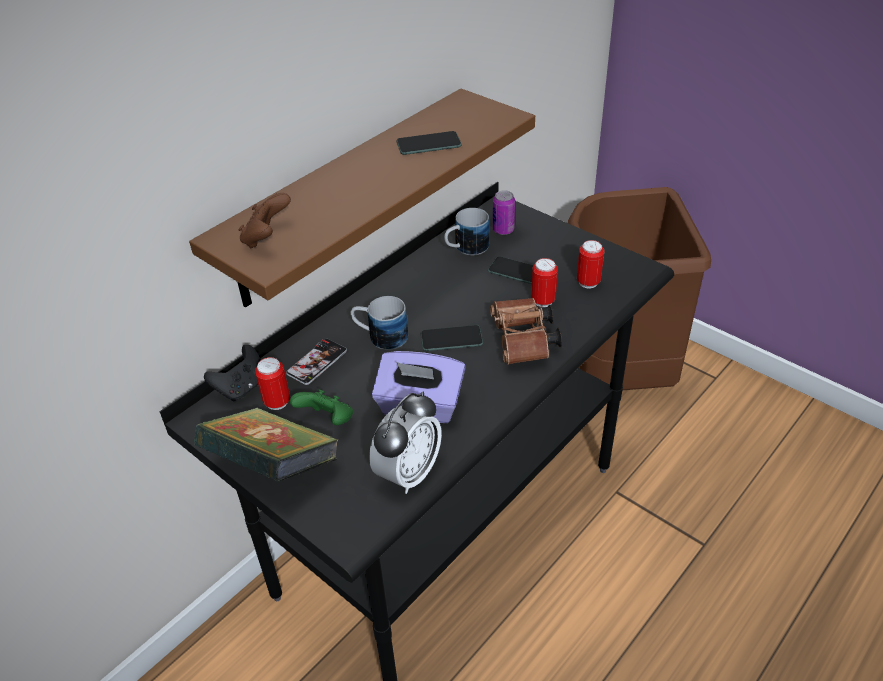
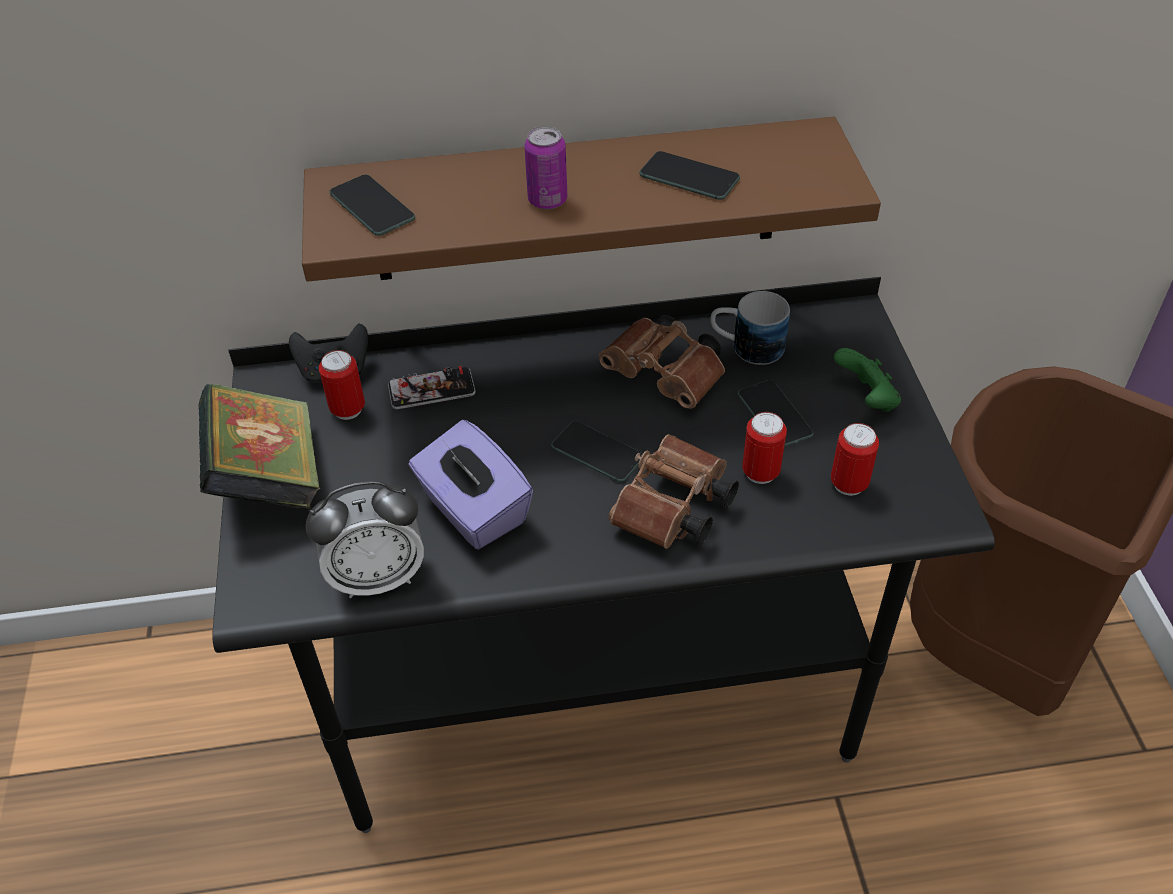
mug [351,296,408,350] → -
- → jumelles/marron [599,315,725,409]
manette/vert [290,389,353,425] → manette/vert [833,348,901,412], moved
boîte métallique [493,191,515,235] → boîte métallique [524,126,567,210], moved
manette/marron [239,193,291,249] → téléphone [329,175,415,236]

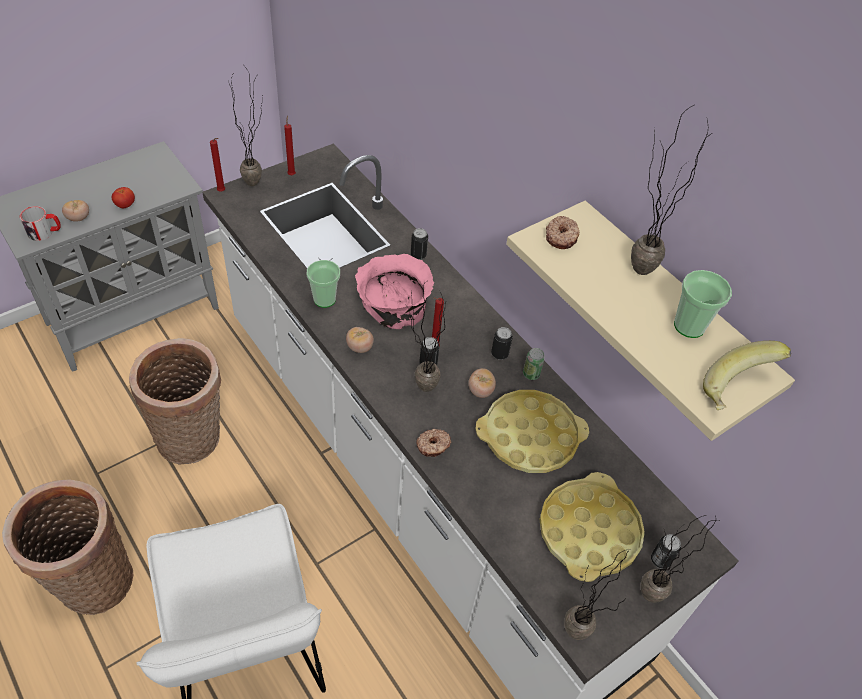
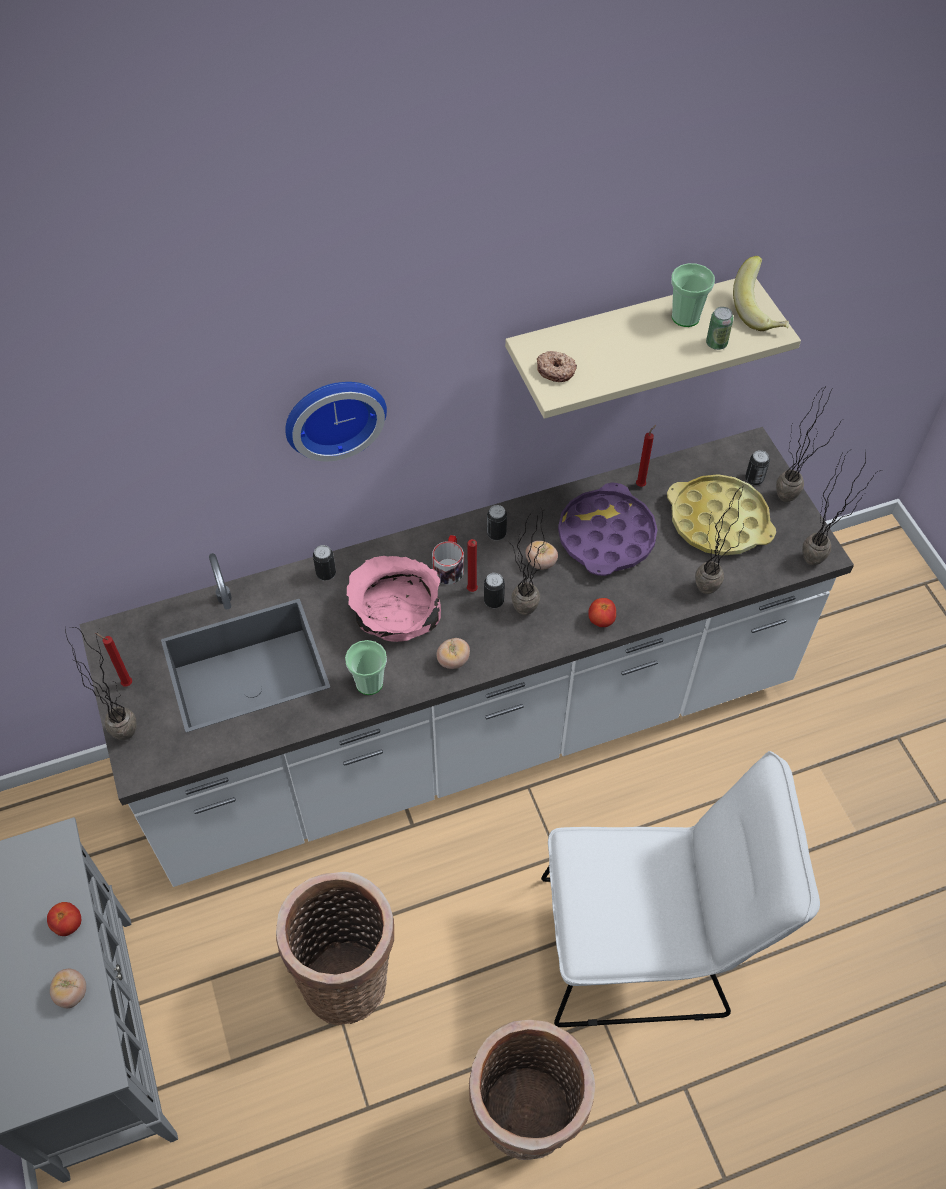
- → horloge murale [285,382,387,461]
mug [20,206,61,241] → mug [432,535,464,584], moved
bougie/rouge [210,138,225,192] → bougie/rouge [636,425,656,487], moved
boîte métallique [523,348,545,380] → boîte métallique [706,307,734,350], moved
plante en pot [631,105,712,275] → plante en pot [695,487,744,594], moved
beignet [416,429,451,457] → tomate [588,598,616,627]
plateau/jaune [475,390,589,473] → plateau/violet [558,482,658,576]

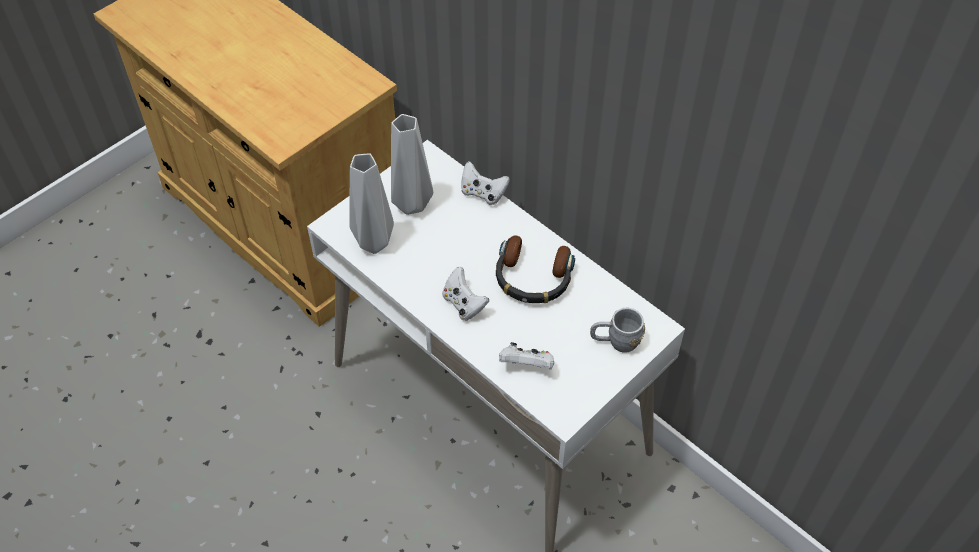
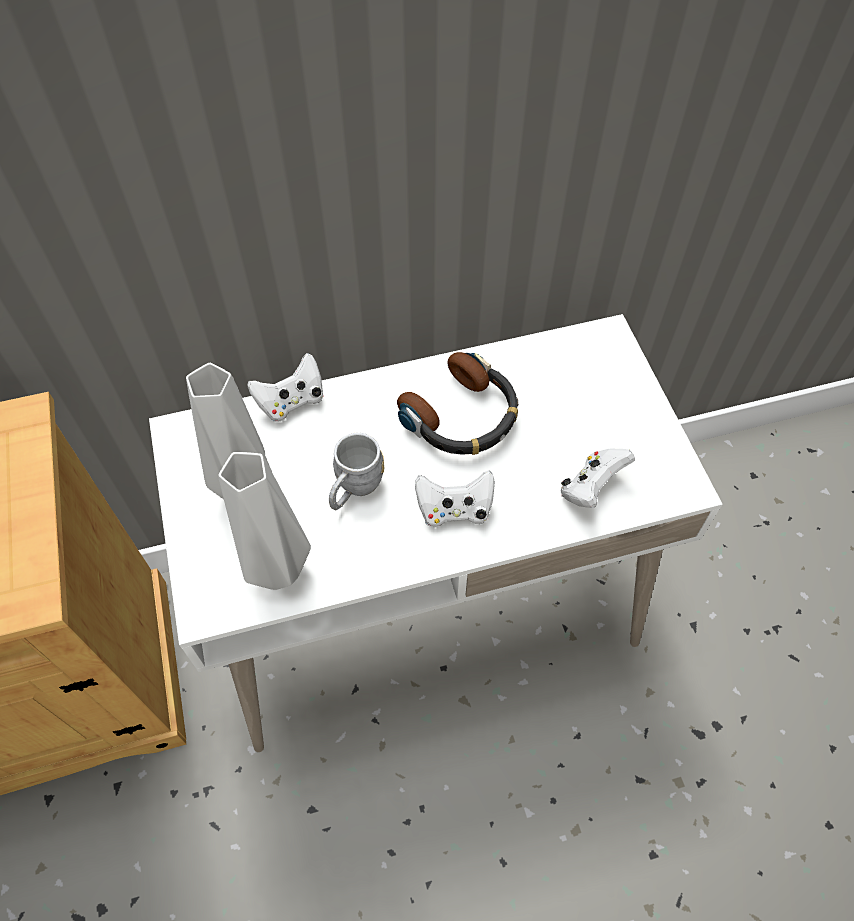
mug/gris [590,308,645,353] → mug/gris [329,433,384,510], moved

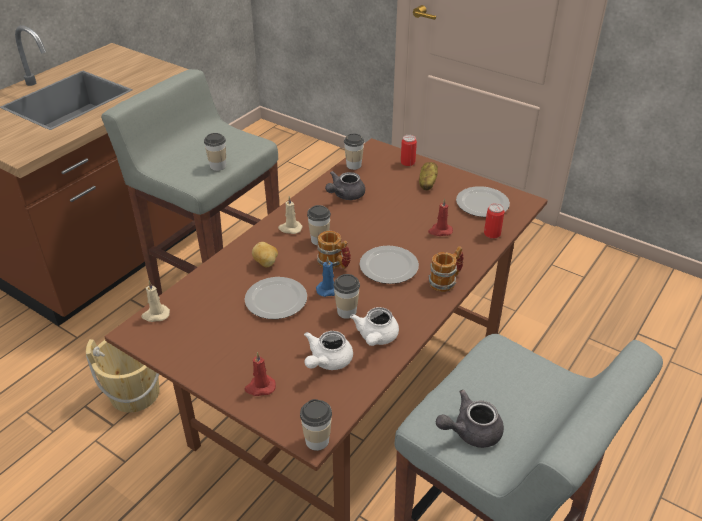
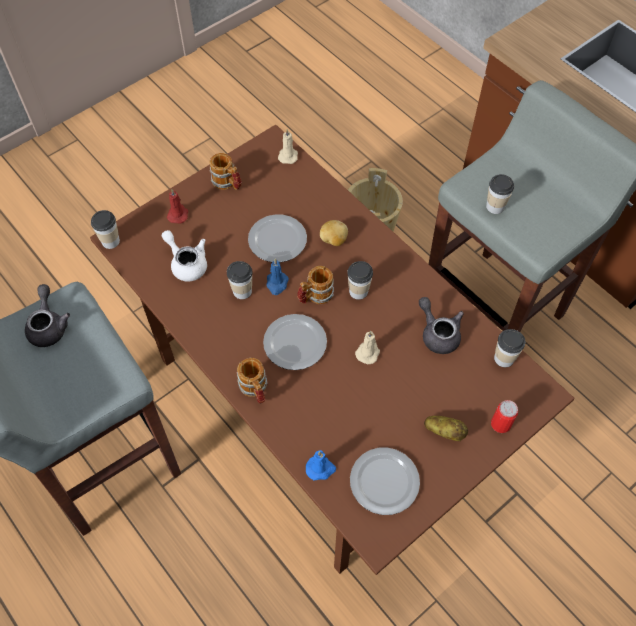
théière/blanc [350,307,399,346] → -
bougie/rouge [428,198,453,236] → -
- → mug [209,153,242,190]
bougie/beige [278,196,303,234] → bougie/beige [355,331,380,364], moved
boîte métallique [484,203,505,239] → bougie/bleu [306,450,336,481]

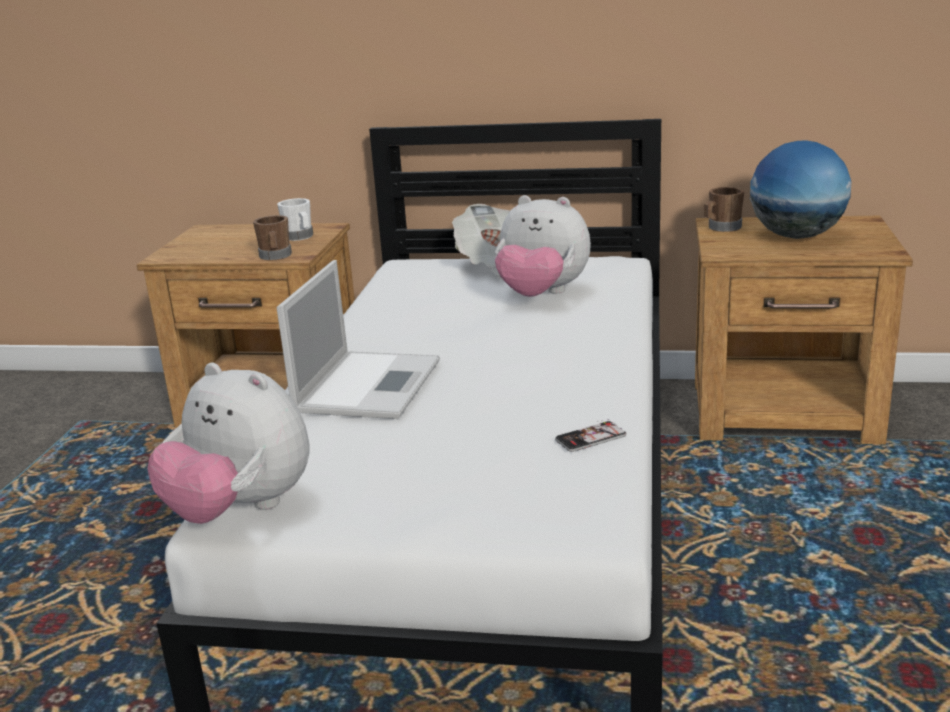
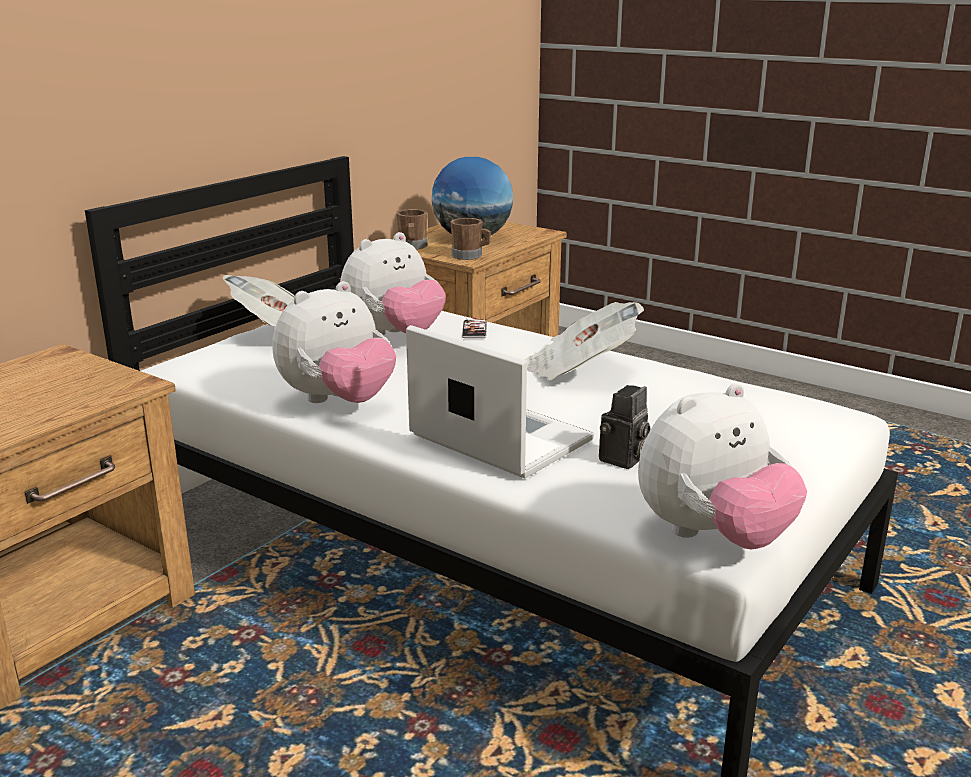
mug/blanc [277,198,313,241] → -
- → peluche [272,281,396,403]
- → journal [524,302,644,381]
- → appareil photo [599,385,650,469]
mug/marron [253,215,292,261] → mug/marron [450,218,491,260], moved
téléphone [555,419,627,452] → téléphone [462,318,487,338], moved

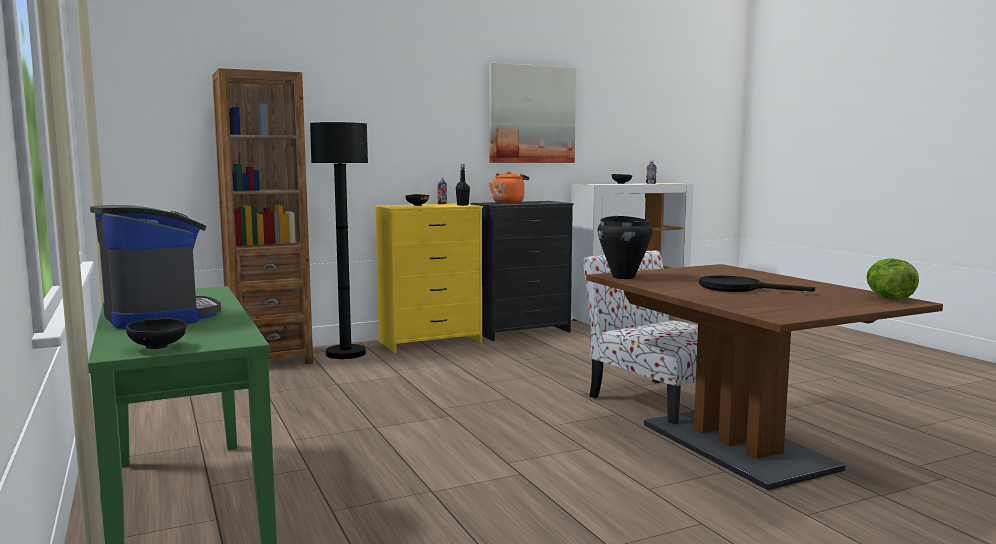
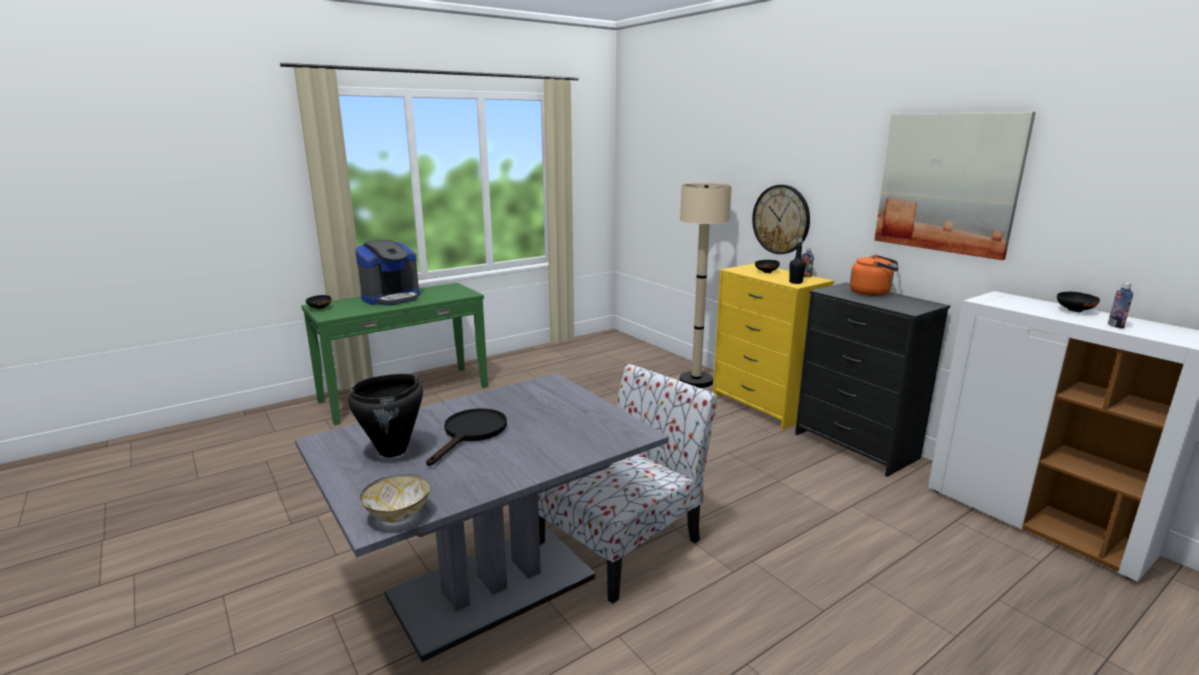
bibliothèque/marron [212,68,313,364] → -
- → horloge murale [752,185,810,254]
marmite/noir [597,216,653,279] → marmite/noir [348,374,423,457], moved
laitue [866,258,919,300] → bol [360,474,431,523]
lampadaire/noir [310,122,368,359] → lampadaire/beige [679,183,732,388]
table à manger/marron [586,264,943,490] → table à manger/gris [295,373,669,662]

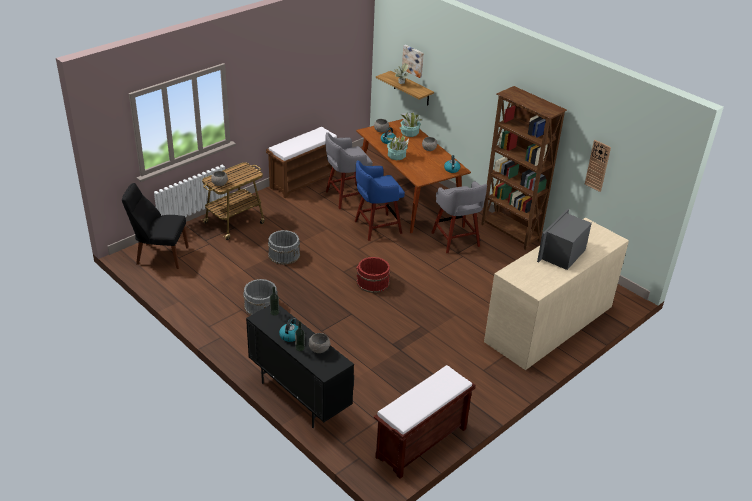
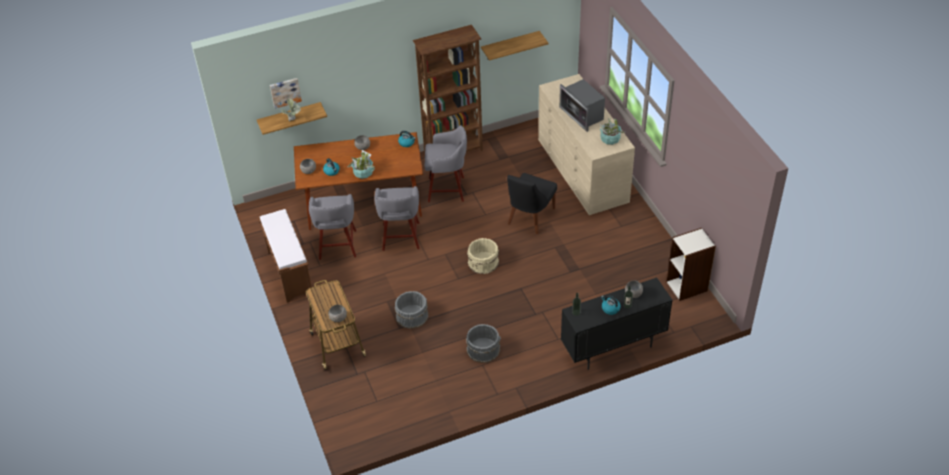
chaise/noir [122,183,189,269] → chaise/noir [507,173,557,234], moved
plante en pot [400,112,423,137] → plante en pot [600,117,625,145], moved
banc/marron [374,365,475,479] → bibliothèque [667,228,716,301]
horloge murale [585,140,611,192] → étagère [481,31,549,61]
tabouret/bleu [355,160,405,241] → tabouret/gris [374,186,420,251]
seau/rouge [357,257,390,293] → seau/beige [467,238,499,274]

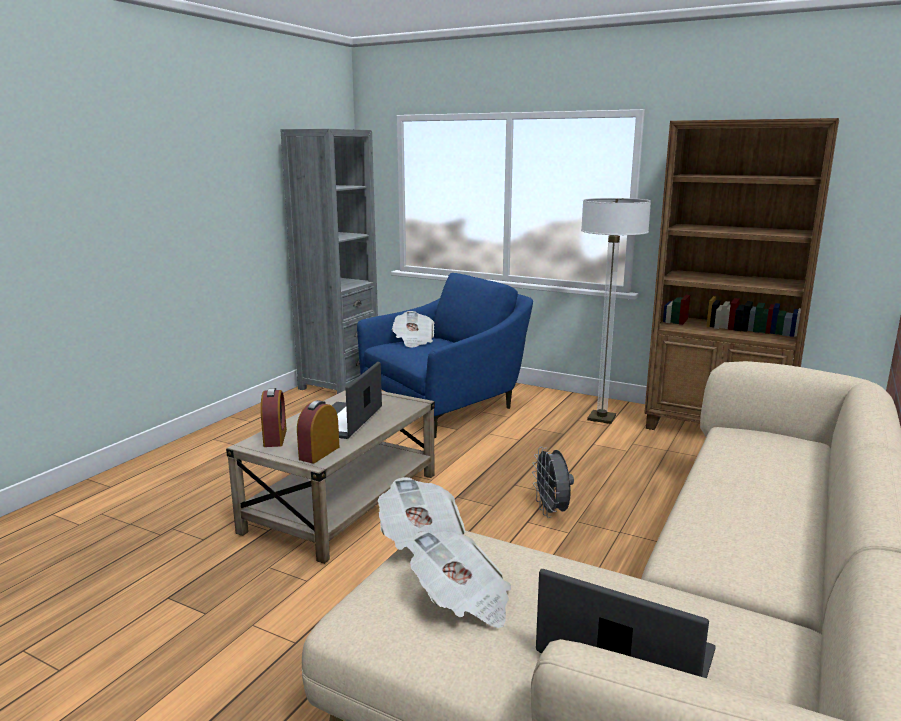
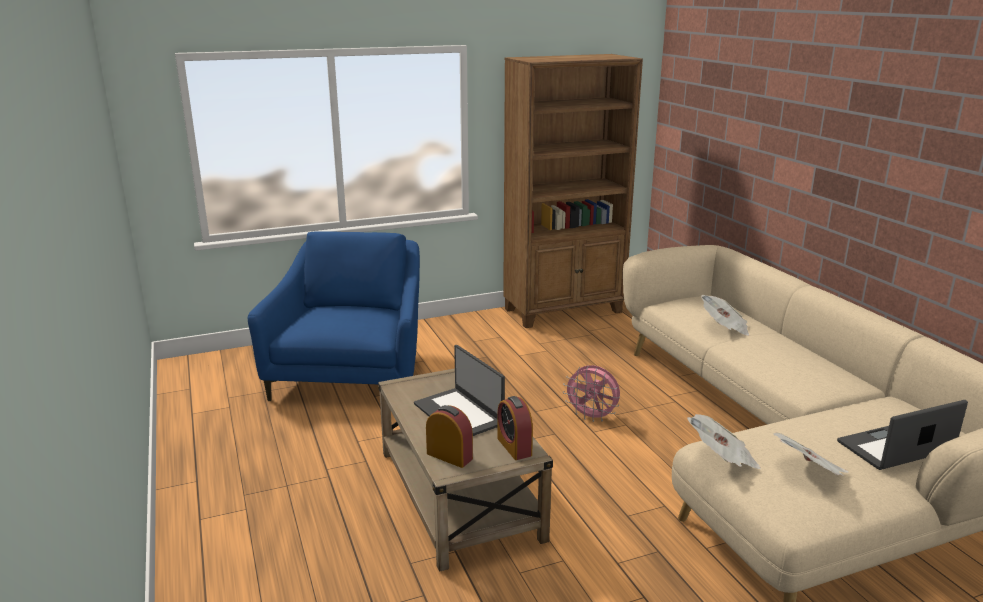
bibliothèque/gris [281,129,378,394] → -
lampadaire [581,198,651,424] → -
journal [392,311,434,348] → journal [701,295,749,336], moved
ventilateur/gris [532,447,574,518] → ventilateur/rose [563,365,620,422]

